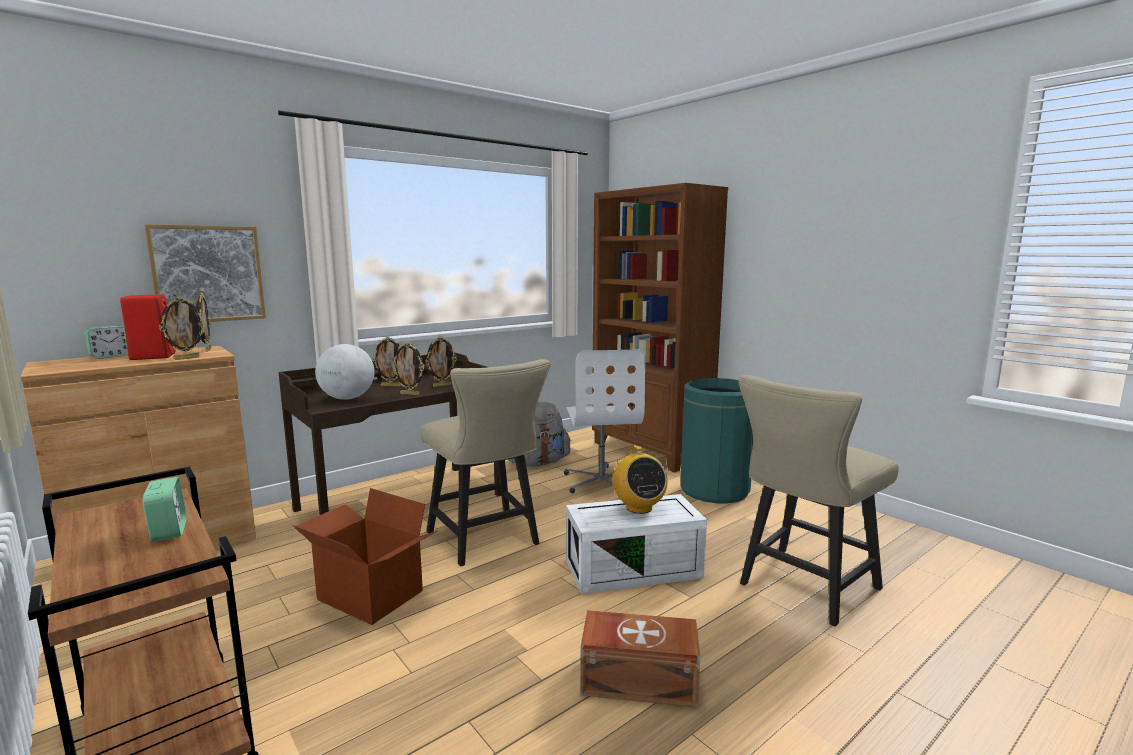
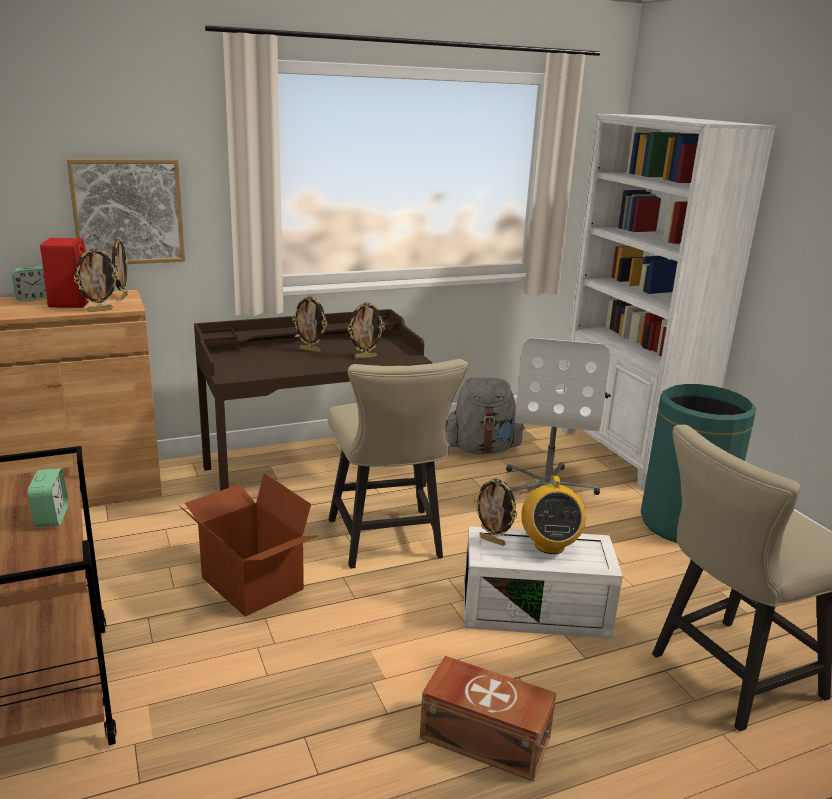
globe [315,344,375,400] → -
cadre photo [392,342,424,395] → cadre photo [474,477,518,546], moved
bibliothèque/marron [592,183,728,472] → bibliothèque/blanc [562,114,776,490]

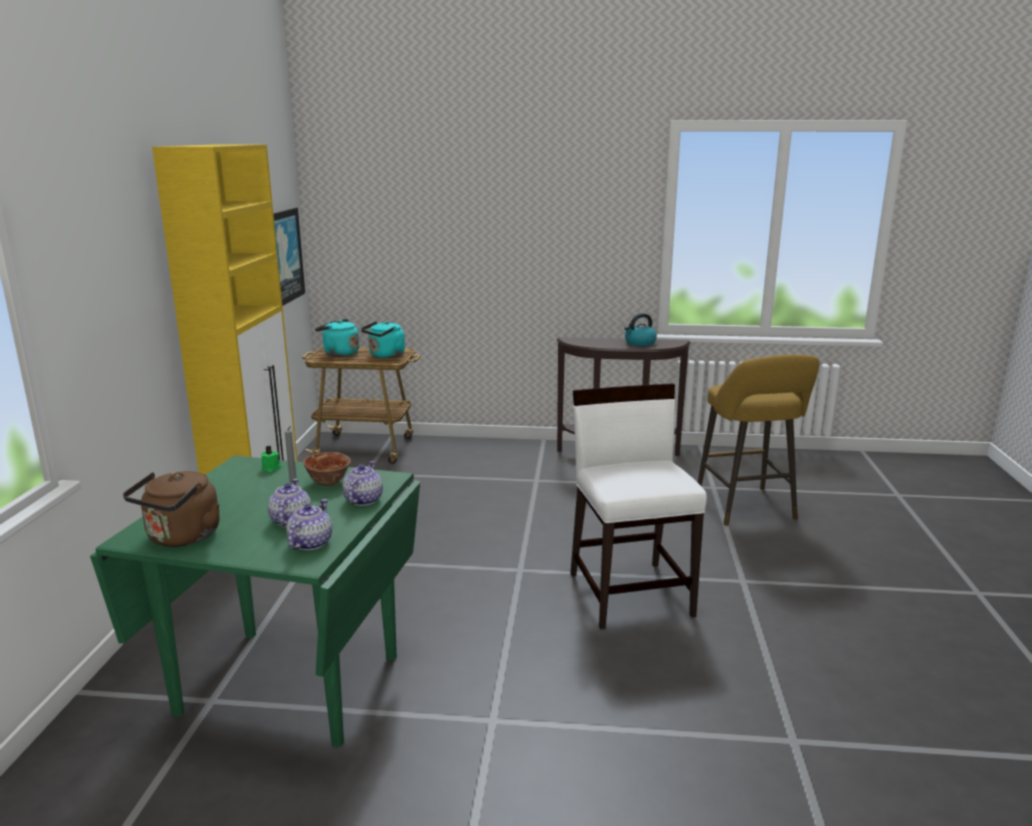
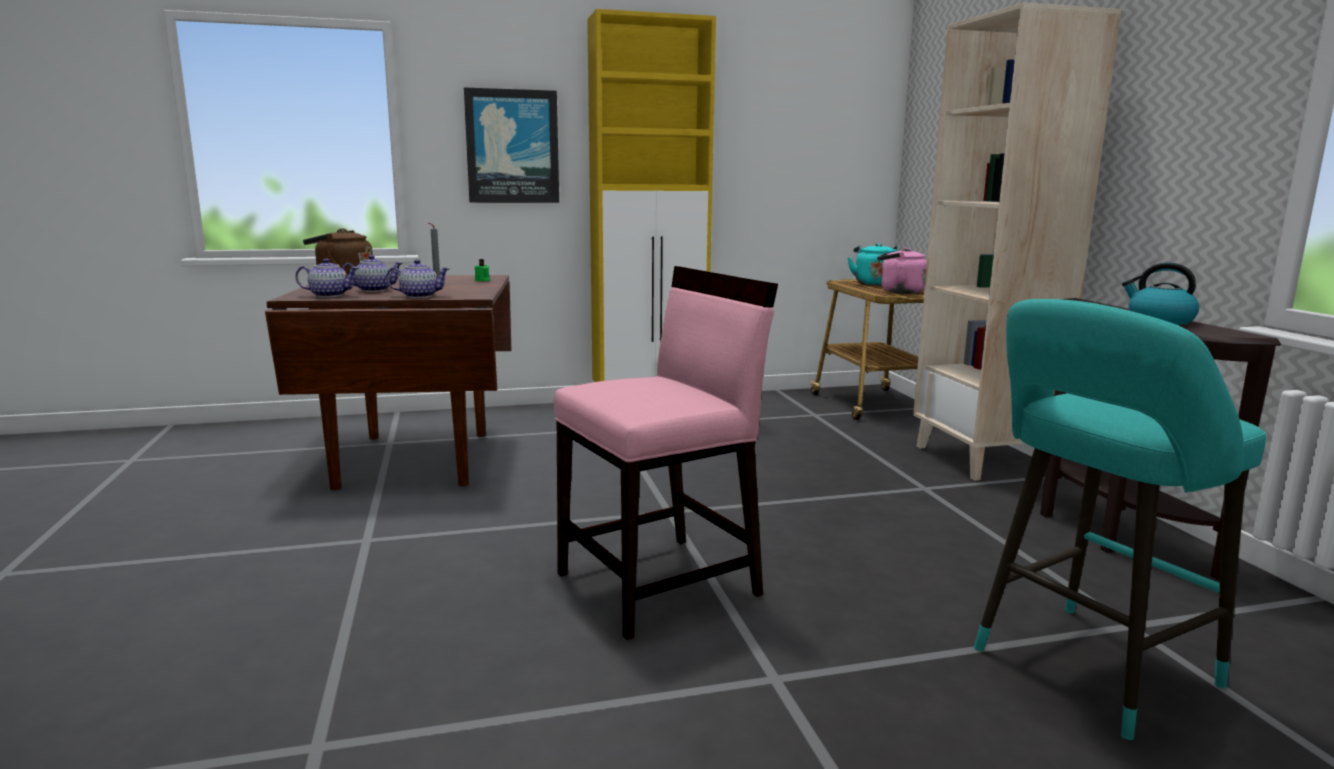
bol [303,452,351,486] → -
- → bibliothèque/beige [913,2,1121,481]
tableau [273,208,305,306] → tableau [464,87,559,203], moved
table à manger/vert [90,455,420,747] → table à manger/marron [265,275,511,490]
bouilloire/turquoise [361,321,405,358] → bouilloire/rose [877,248,927,294]
chaise/blanc [570,384,707,629] → chaise/rose [554,266,778,640]
tabouret/jaune [698,355,819,526] → tabouret/turquoise [974,299,1266,740]

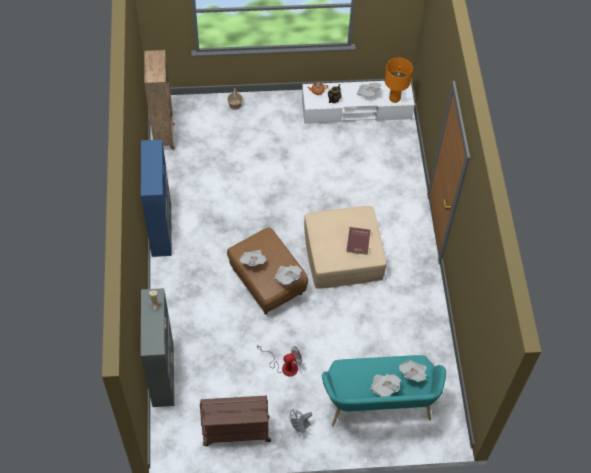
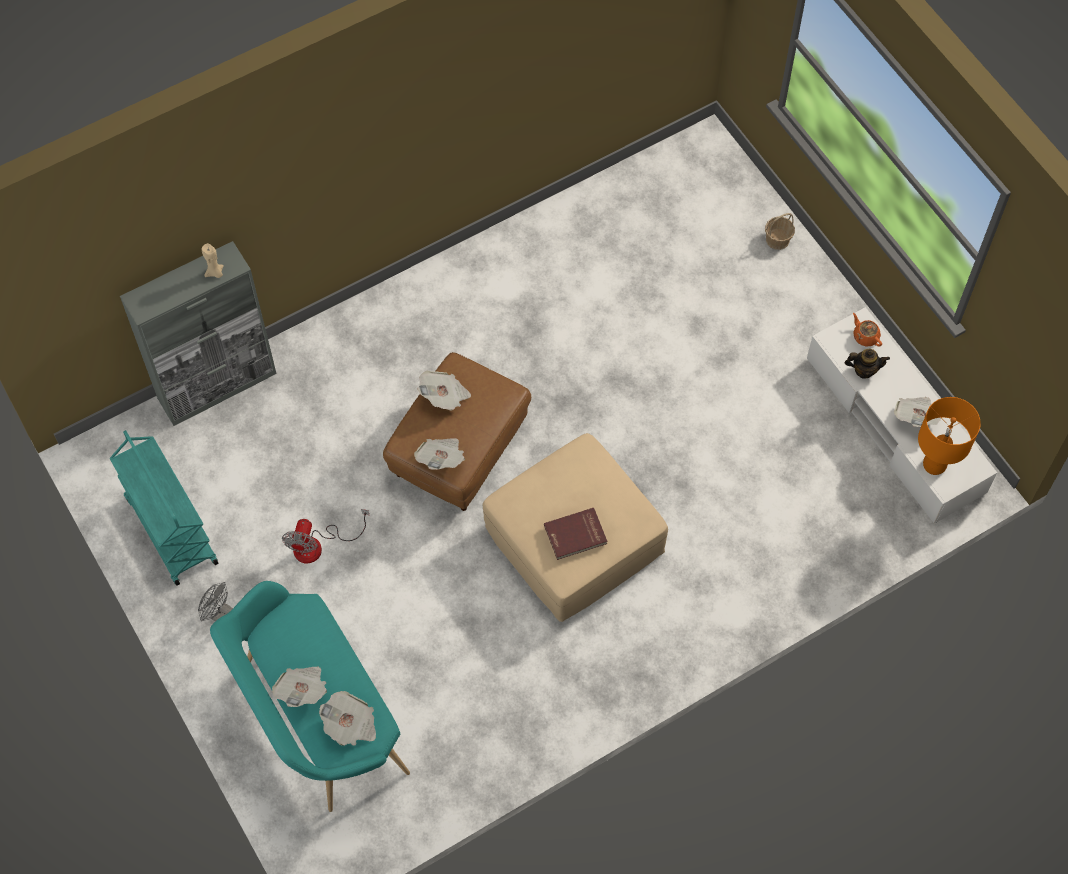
meuble de rangement/bleu [141,140,172,257] → -
bibliothèque/marron [144,50,175,150] → -
chariot/marron [200,396,271,446] → chariot/turquoise [110,430,218,586]
ventilateur [257,345,302,377] → ventilateur [282,509,369,563], 60 degrees clockwise

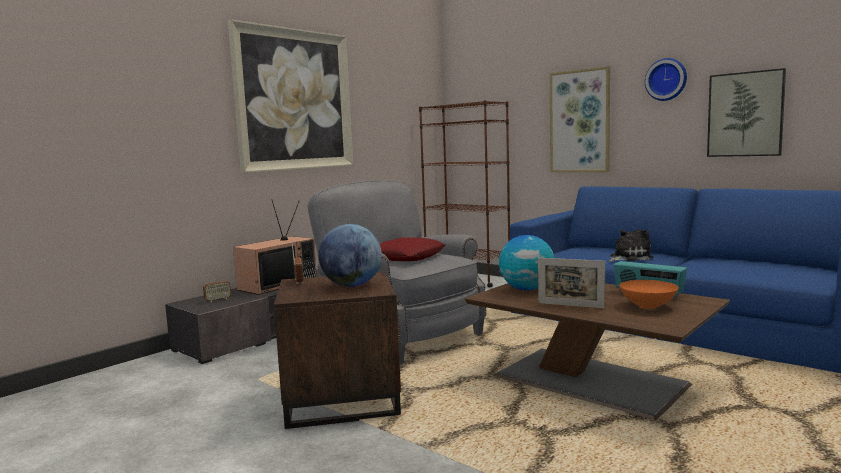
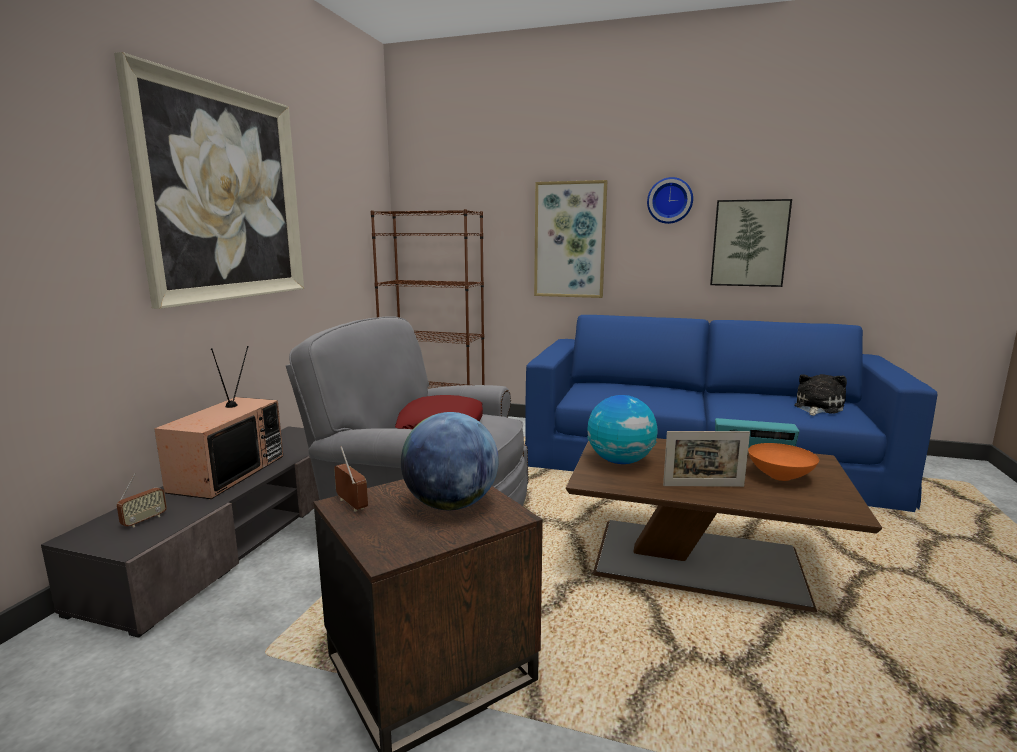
peluche [609,230,654,262] → peluche [794,374,847,416], moved

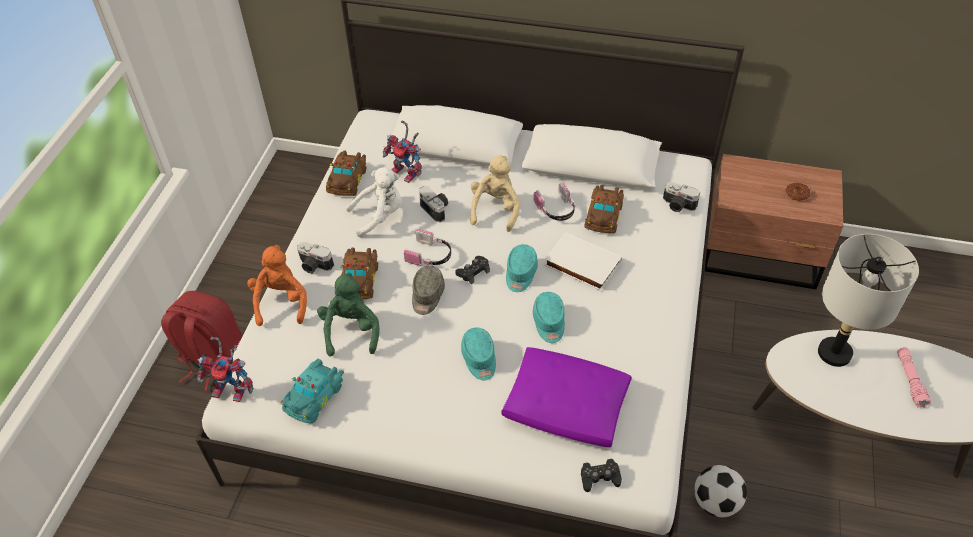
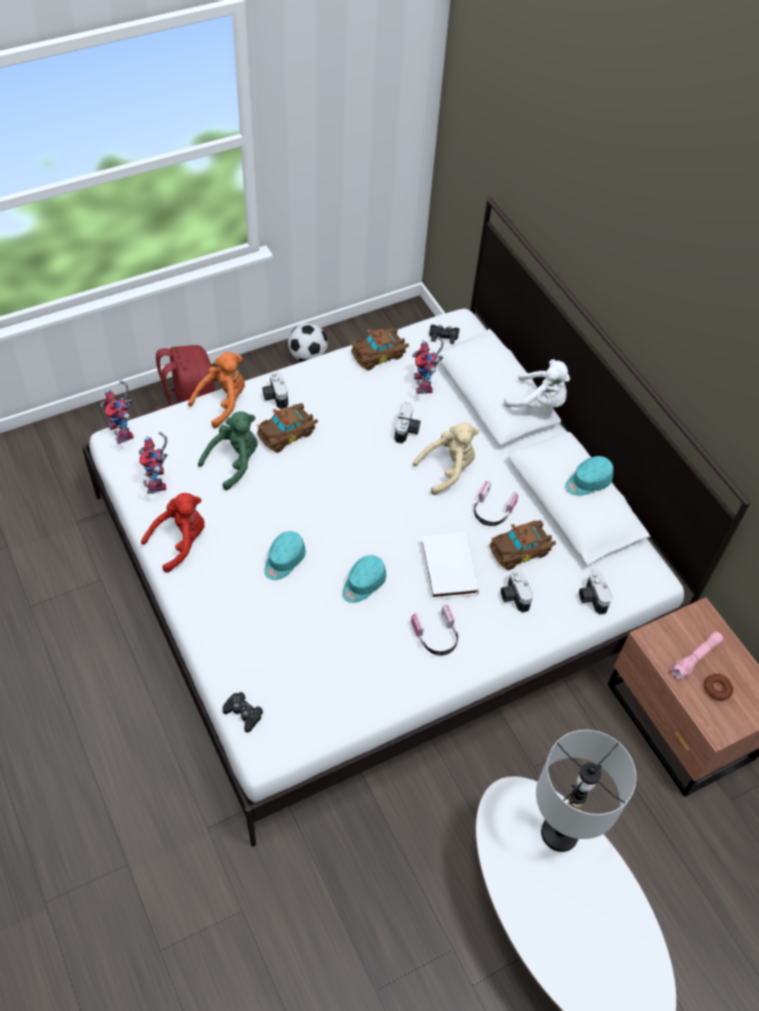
casquette/gris [412,266,445,315] → -
coussin/violet [501,347,632,447] → -
- → peluche/rouge [141,493,205,573]
- → appareil photo [501,568,533,613]
peluche/blanc [346,167,402,237] → peluche/blanc [504,359,570,408], moved
casque audio [404,229,451,266] → casque audio [411,605,459,655], moved
manette/noir [455,256,490,284] → manette/noir [429,325,459,344], moved
casquette/turquoise [506,244,538,292] → casquette/turquoise [565,456,613,496], moved
ballon de foot [694,465,747,517] → ballon de foot [288,323,328,362], moved
lampe de poche/rose [897,347,931,407] → lampe de poche/rose [671,632,723,680], moved
petite voiture/turquoise [280,358,344,423] → robot jouet [139,432,167,494]

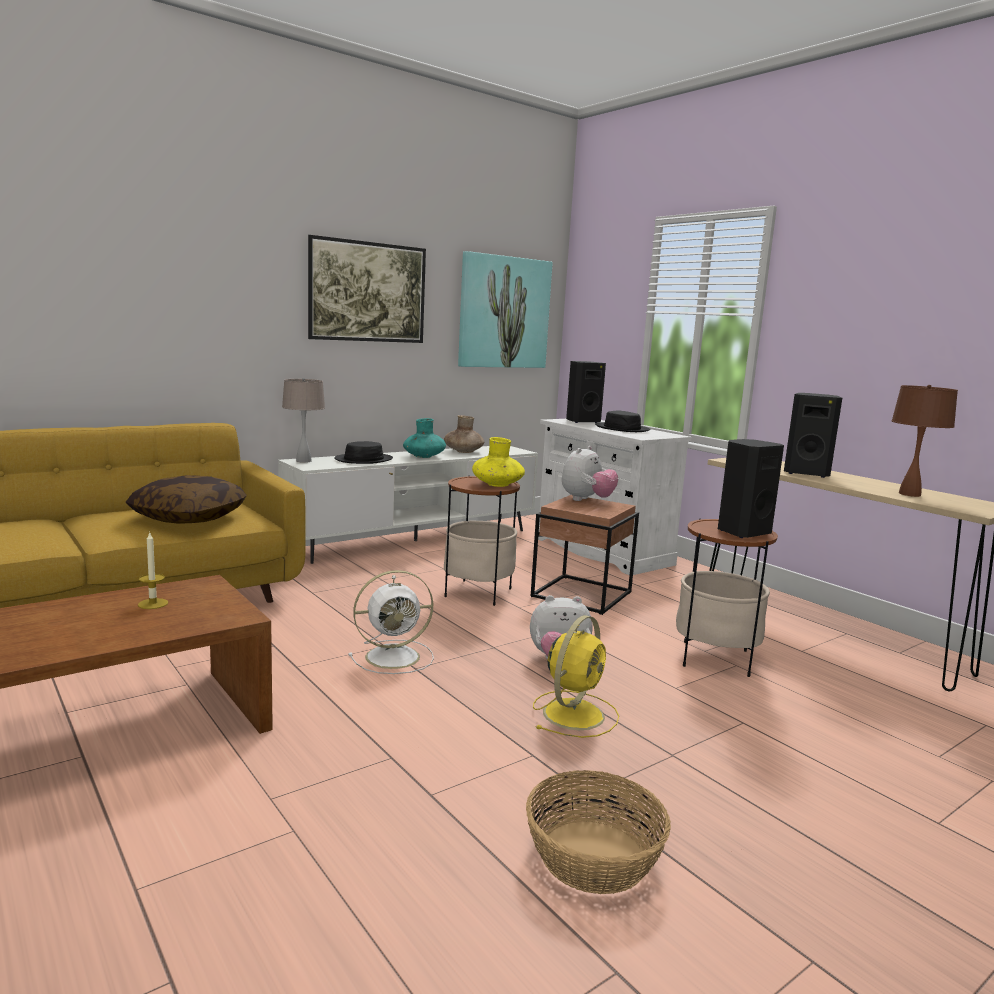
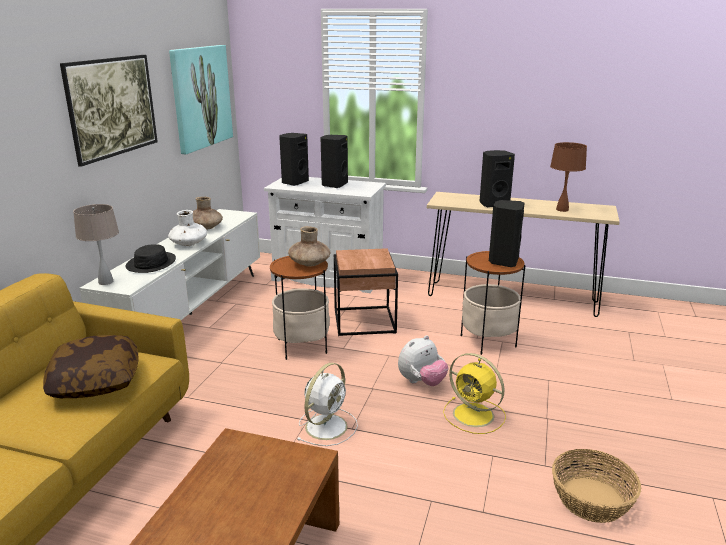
bougie [138,531,168,609] → -
peluche [562,446,618,501] → -
chapeau/noir [595,411,650,432] → enceinte/noir [320,135,348,188]
vase/turquoise [403,418,446,458] → vase/blanc [168,210,207,246]
vase/jaune [472,437,525,487] → vase/marron [288,226,330,267]
ventilateur/jaune [533,615,619,738] → ventilateur/jaune [443,353,506,434], 135 degrees clockwise

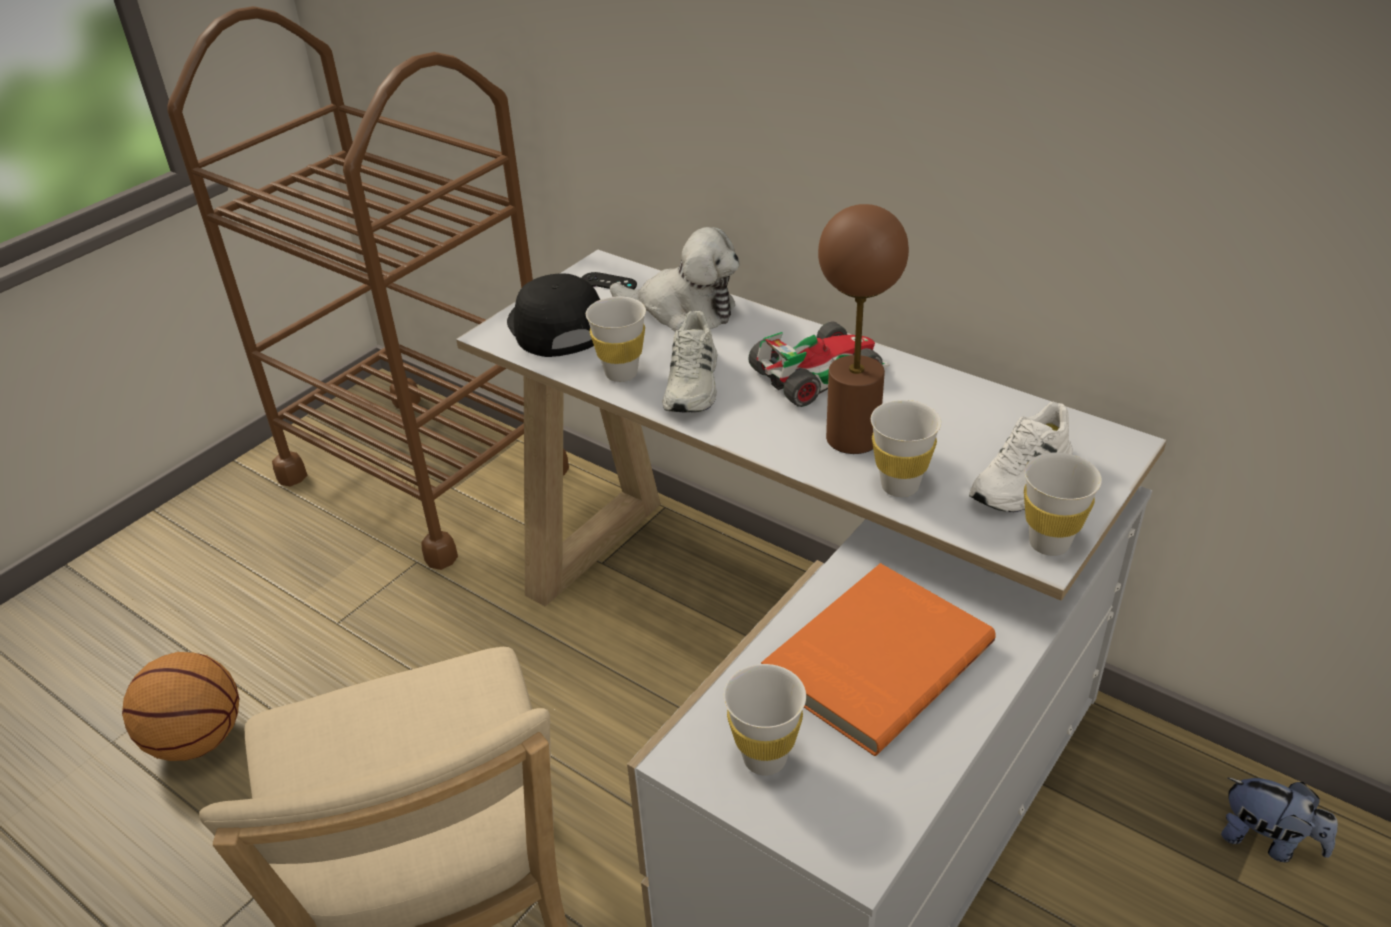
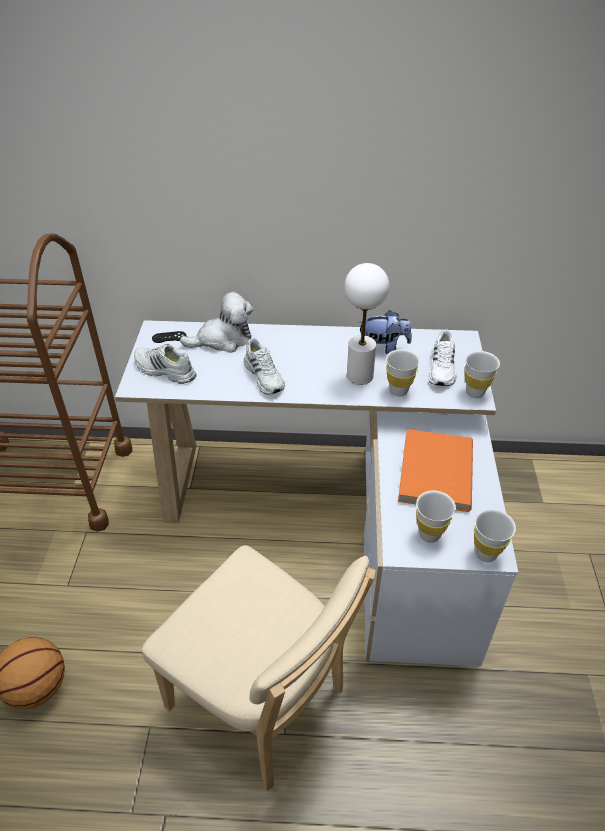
petite voiture [748,321,890,407] → -
tasse/blanc [586,296,646,382] → tasse/blanc [474,509,516,562], moved
peluche [1221,777,1338,863] → peluche [358,310,412,354], moved
casquette/noir [507,273,600,357] → chaussure/blanc [134,344,196,384]
lampe de table/marron [818,204,909,454] → lampe de table/blanc [344,263,389,385]

